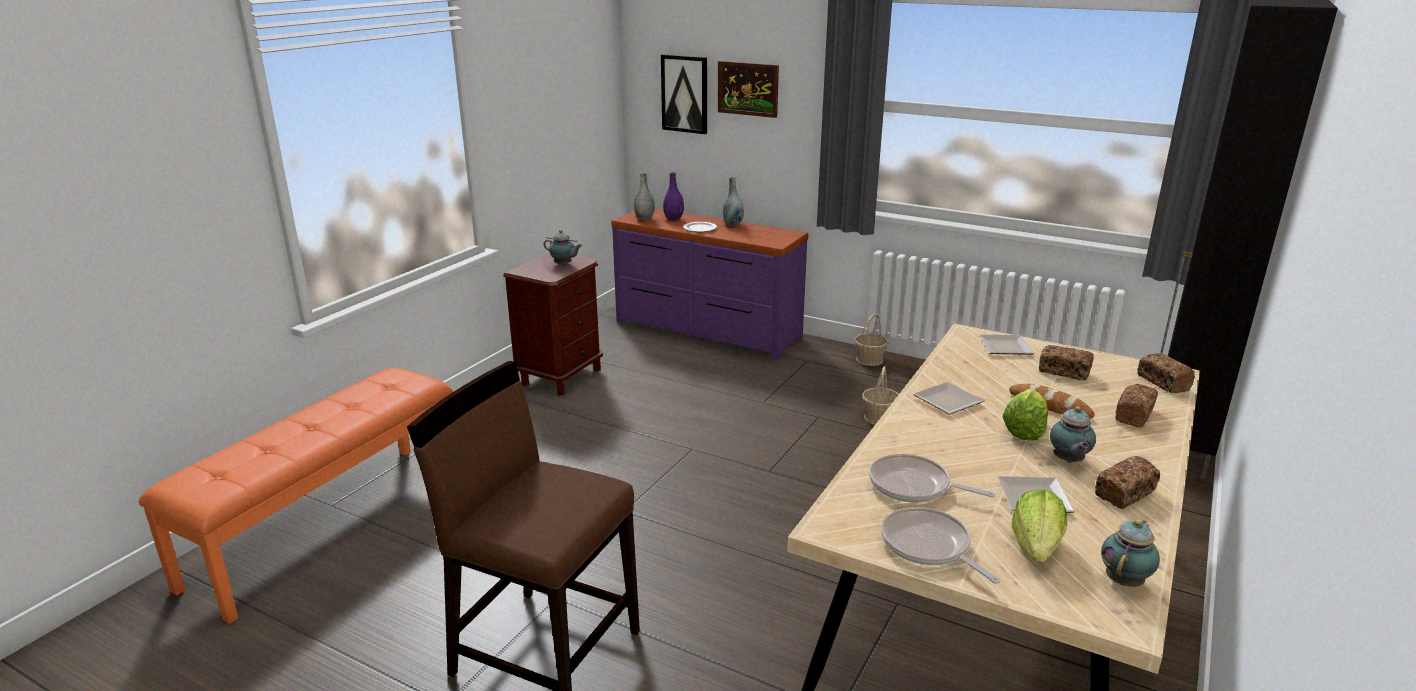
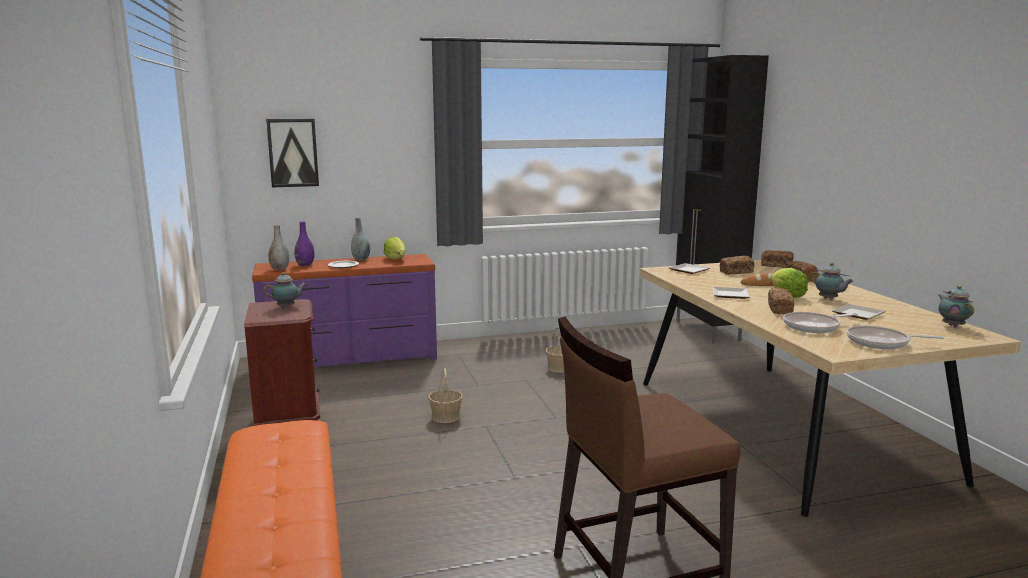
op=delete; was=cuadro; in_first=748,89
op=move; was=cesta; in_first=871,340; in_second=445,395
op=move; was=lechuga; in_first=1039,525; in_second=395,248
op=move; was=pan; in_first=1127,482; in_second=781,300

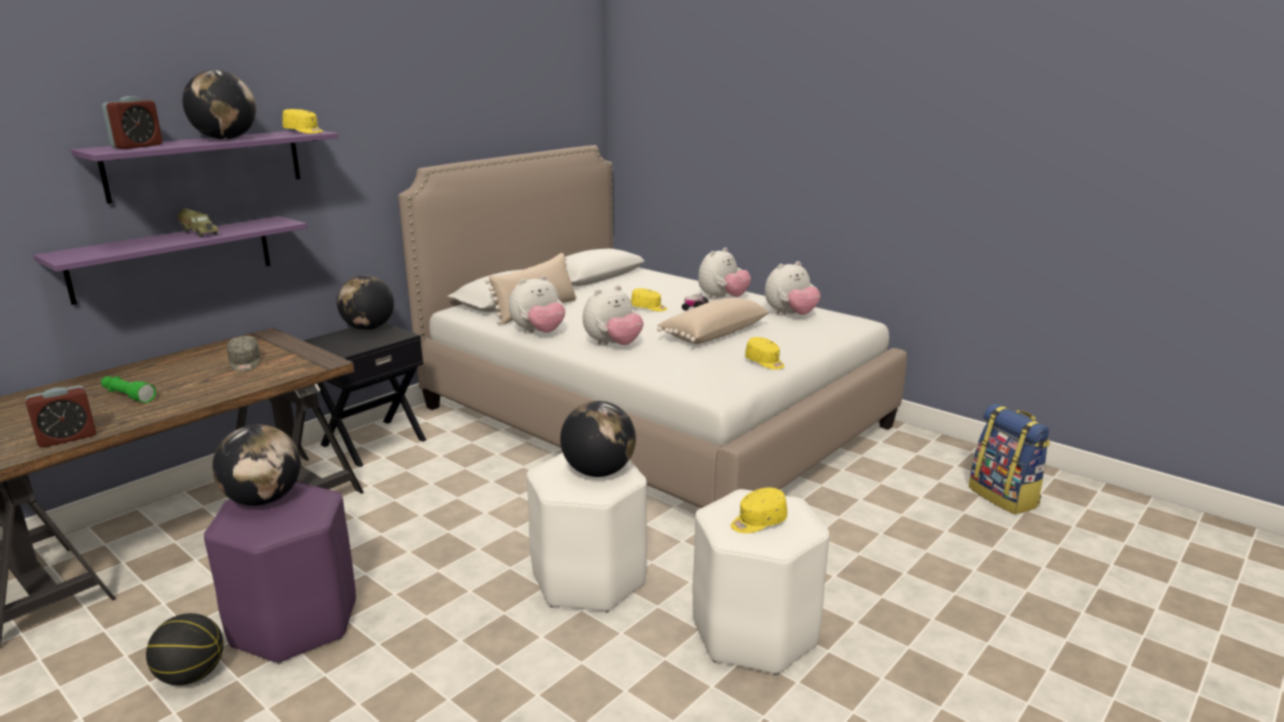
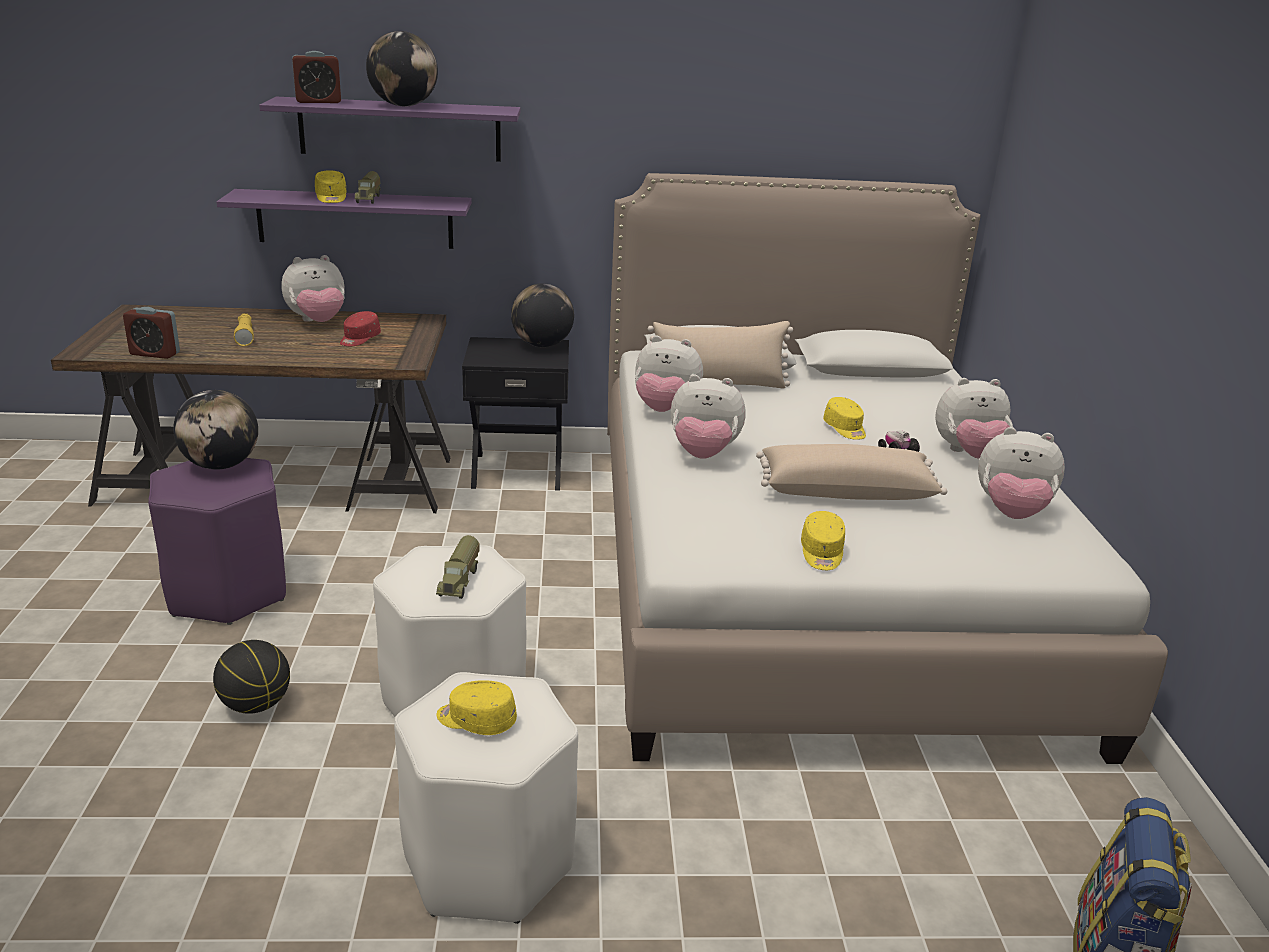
op=recolor; was=linterna (verde); now=linterna (amarillo); in_first=128,389; in_second=244,329
op=move; was=balón de baloncesto; in_first=184,649; in_second=251,677
op=recolor; was=gorra (gris); now=gorra (rojo); in_first=244,354; in_second=360,328
op=move; was=gorra (amarillo); in_first=303,121; in_second=331,186
op=replace; was=globo terráqueo; now=camión de juguete; in_first=598,439; in_second=458,567
op=insert; now=peluche; in_second=313,288

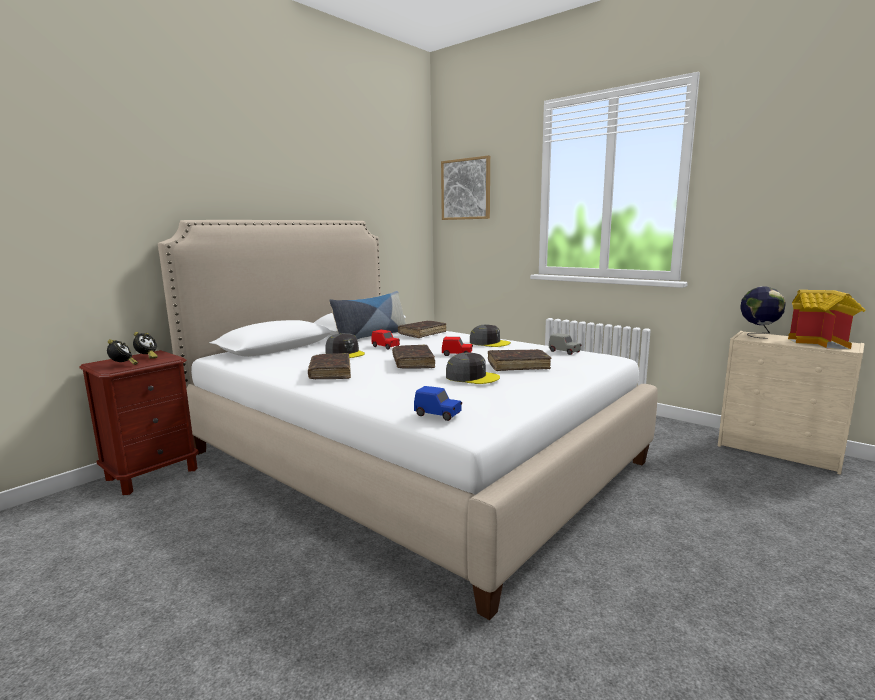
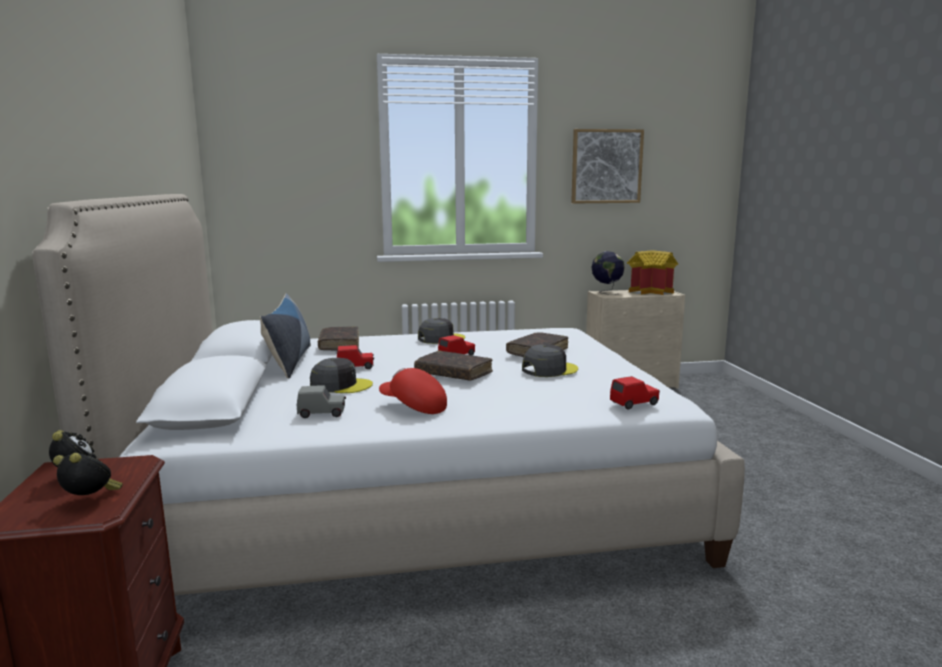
op=replace; was=libro (marrón); now=gorra (rojo); in_first=329,366; in_second=413,391
op=recolor; was=coche de juguete (azul); now=coche de juguete (rojo); in_first=438,403; in_second=635,392
op=move; was=cuadro; in_first=465,188; in_second=607,166
op=move; was=coche de juguete (gris); in_first=565,344; in_second=321,401

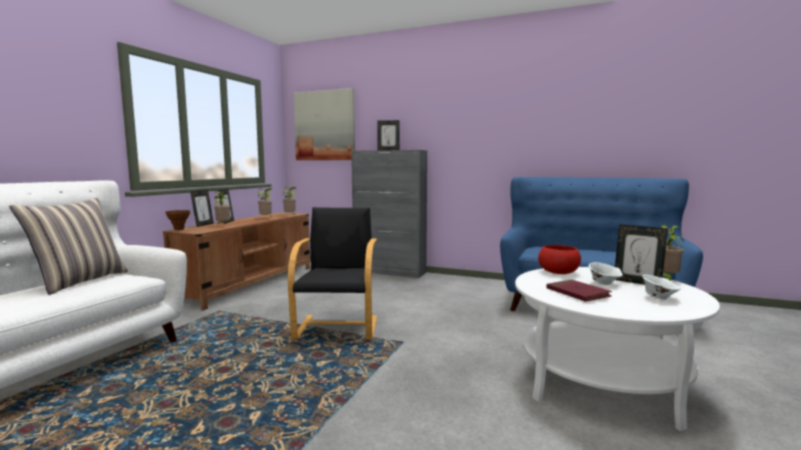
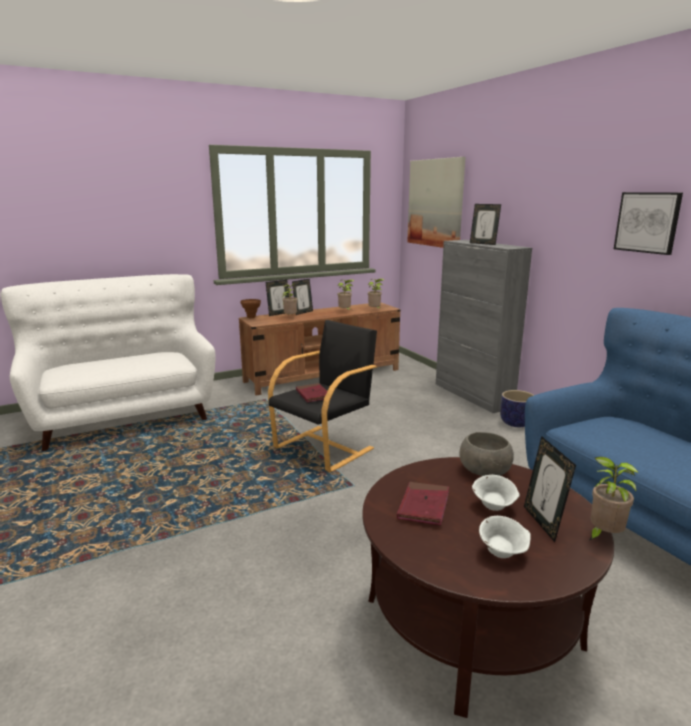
op=delete; was=cojín; in_first=68,246
op=recolor; was=mesa de centro (blanco); now=mesa de centro (marrón); in_first=617,349; in_second=488,587
op=recolor; was=cuenco (rojo); now=cuenco (gris); in_first=559,259; in_second=486,454
op=insert; now=libro (rojo); in_second=311,392
op=insert; now=maceta; in_second=517,408
op=insert; now=cuadro; in_second=648,223

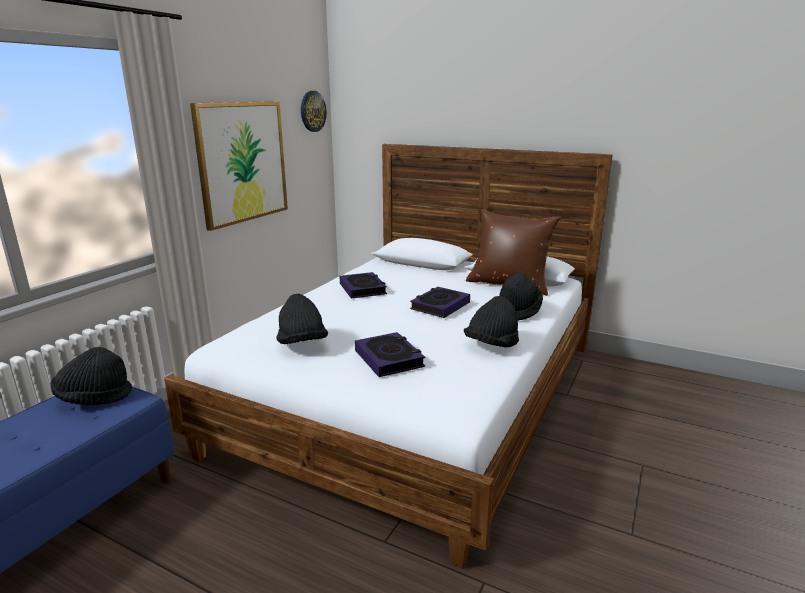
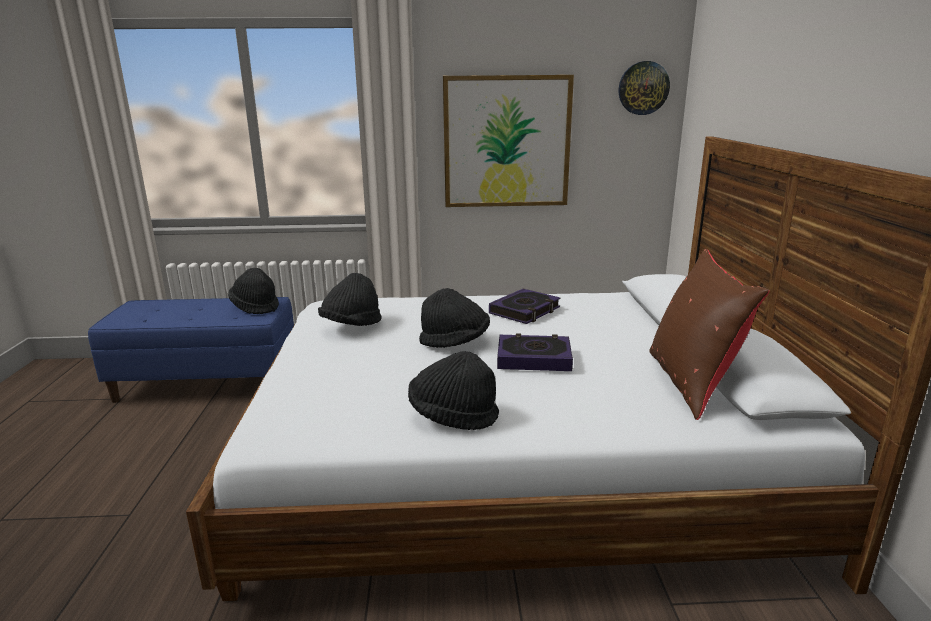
op=delete; was=libro; in_first=390,354
op=move; was=sombrero (negro); in_first=521,296; in_second=454,318

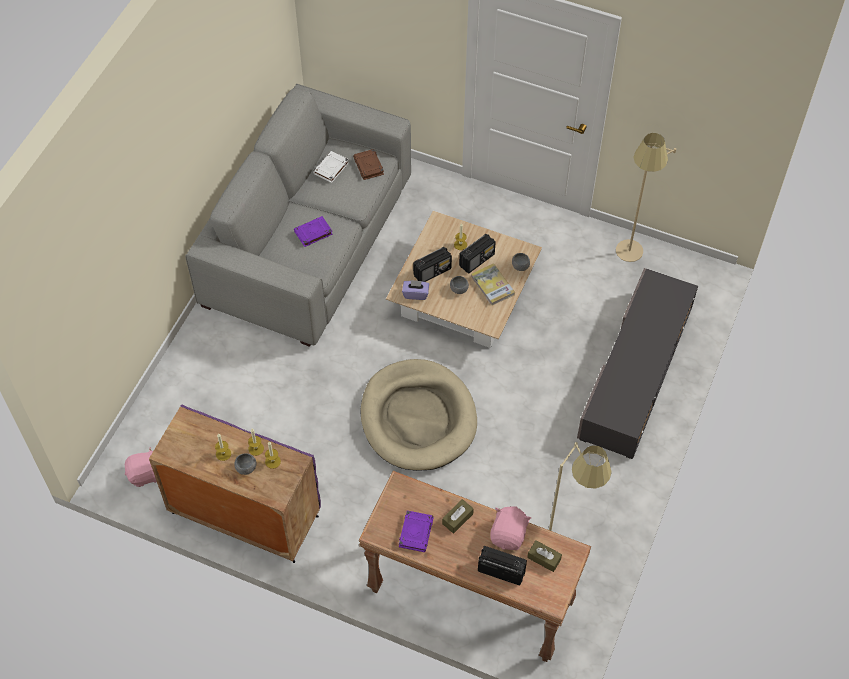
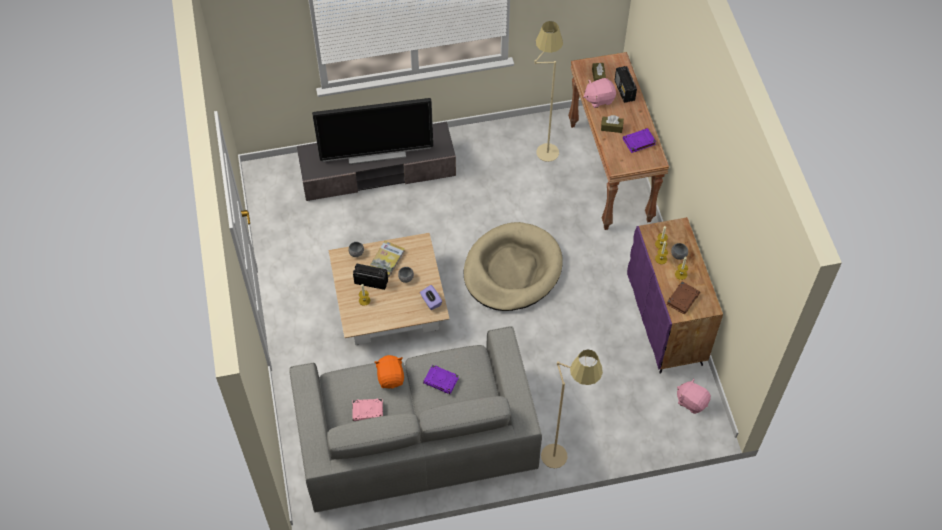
op=recolor; was=libro (blanco); now=libro (rosa); in_first=331,167; in_second=368,410
op=move; was=libro (marrón); in_first=368,164; in_second=683,297
op=delete; was=radio; in_first=432,264
op=move; was=lámpara de pie (beis); in_first=646,197; in_second=572,408
op=insert; now=televisor; in_second=372,131
op=insert; now=peluche (naranja); in_second=389,372

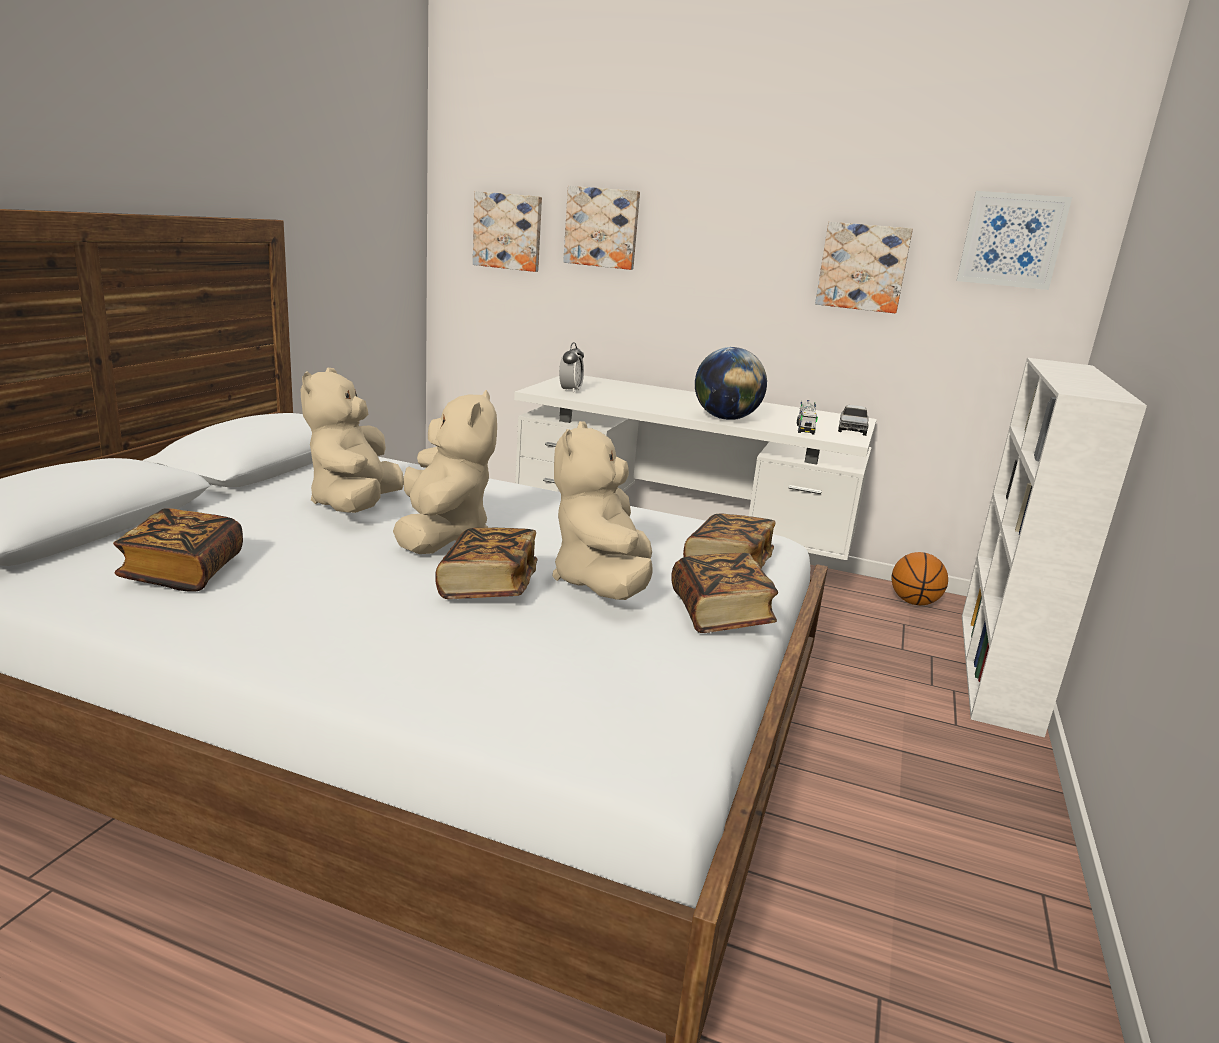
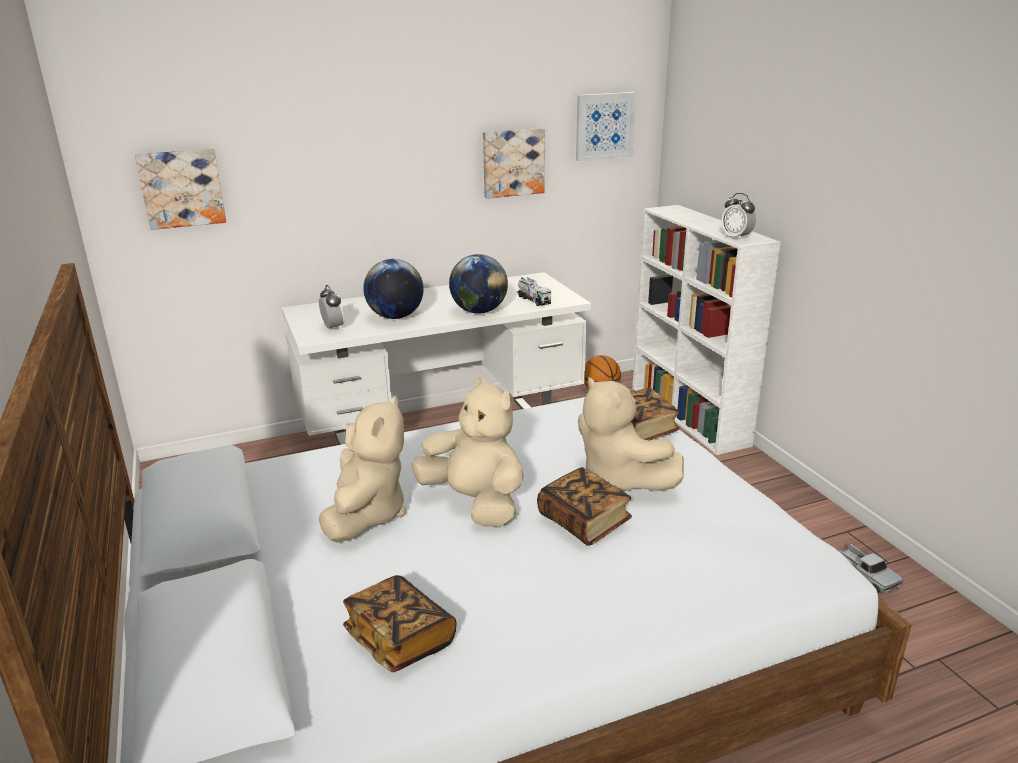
op=rotate; was=peluche (beis); in_first=352,440; in_second=362,469; clockwise=-135
op=delete; was=cuadro; in_first=601,228
op=delete; was=libro; in_first=724,593
op=move; was=camión de juguete; in_first=853,420; in_second=870,568
op=insert; now=globo terráqueo; in_second=393,289
op=insert; now=despertador; in_second=738,216

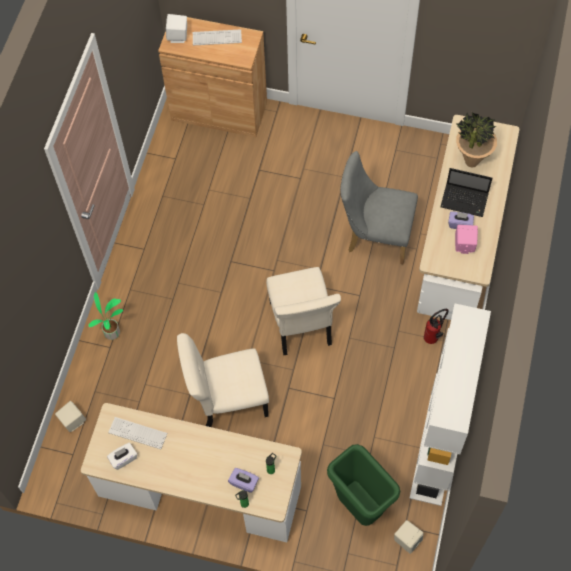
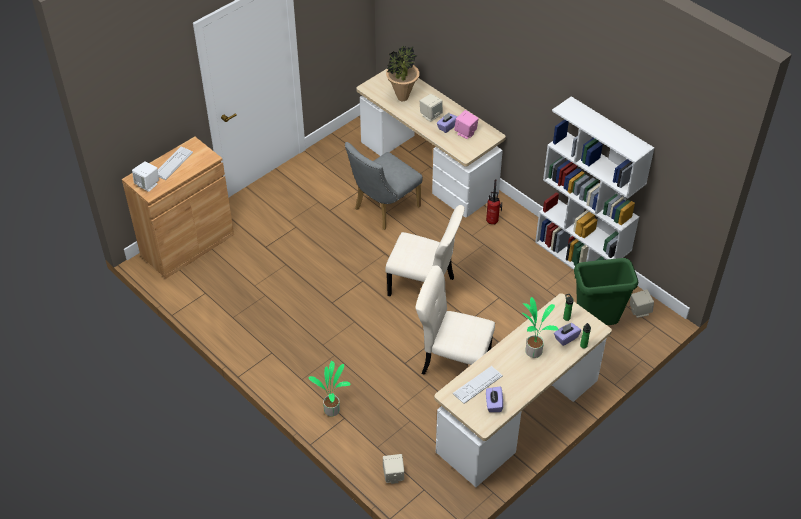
op=recolor; was=caja de pañuelos (blanco); now=caja de pañuelos (morado); in_first=122,456; in_second=494,399
op=rotate; was=silla (beis); in_first=223,380; in_second=455,320; clockwise=90
op=replace; was=portátil; now=altavoz (beis); in_first=466,192; in_second=431,108
op=insert; now=planta en maceta; in_second=540,327

